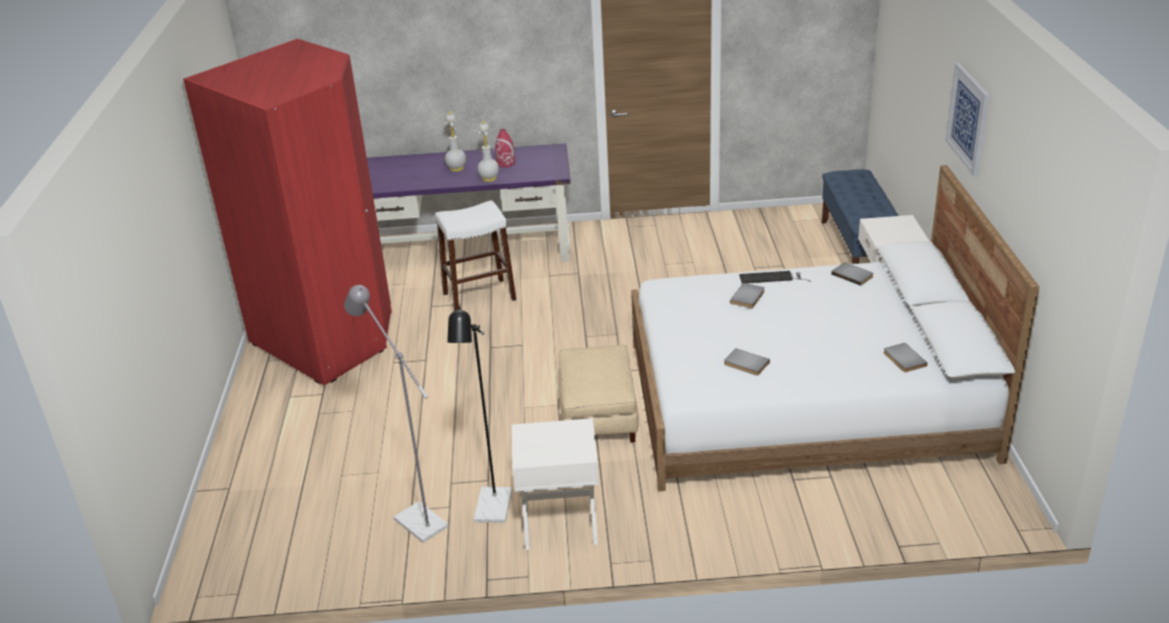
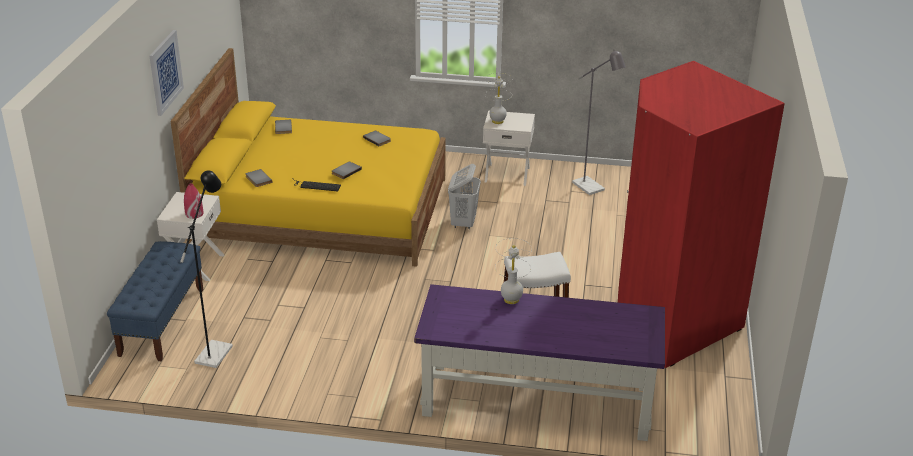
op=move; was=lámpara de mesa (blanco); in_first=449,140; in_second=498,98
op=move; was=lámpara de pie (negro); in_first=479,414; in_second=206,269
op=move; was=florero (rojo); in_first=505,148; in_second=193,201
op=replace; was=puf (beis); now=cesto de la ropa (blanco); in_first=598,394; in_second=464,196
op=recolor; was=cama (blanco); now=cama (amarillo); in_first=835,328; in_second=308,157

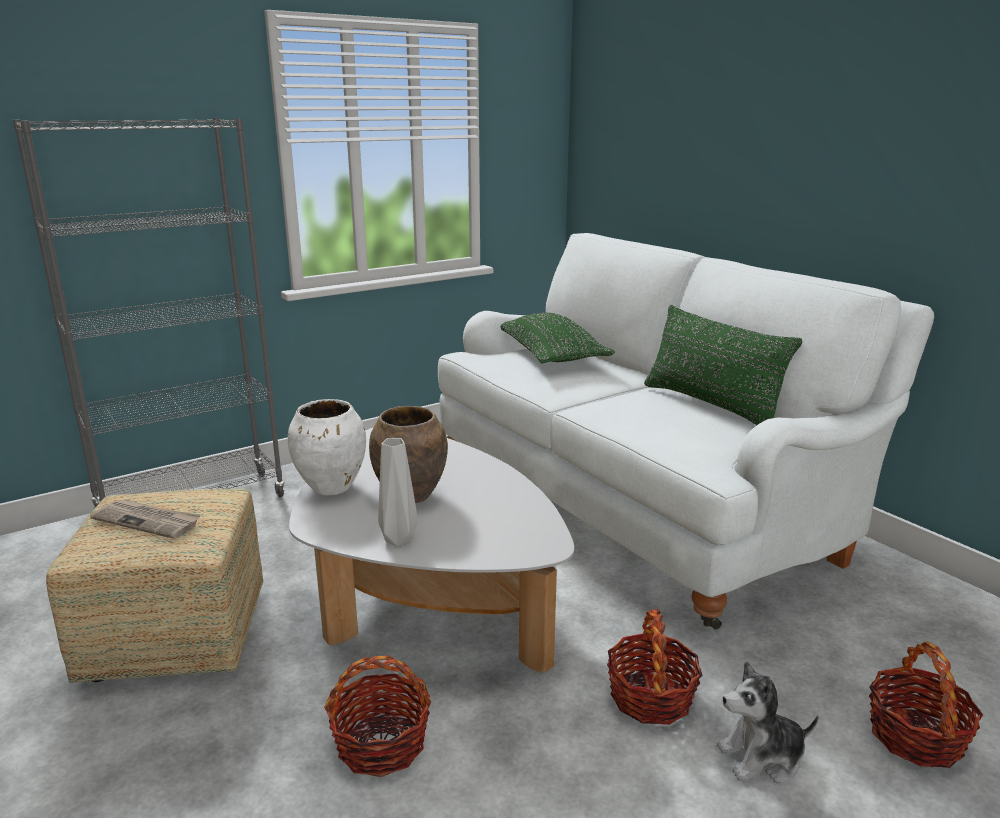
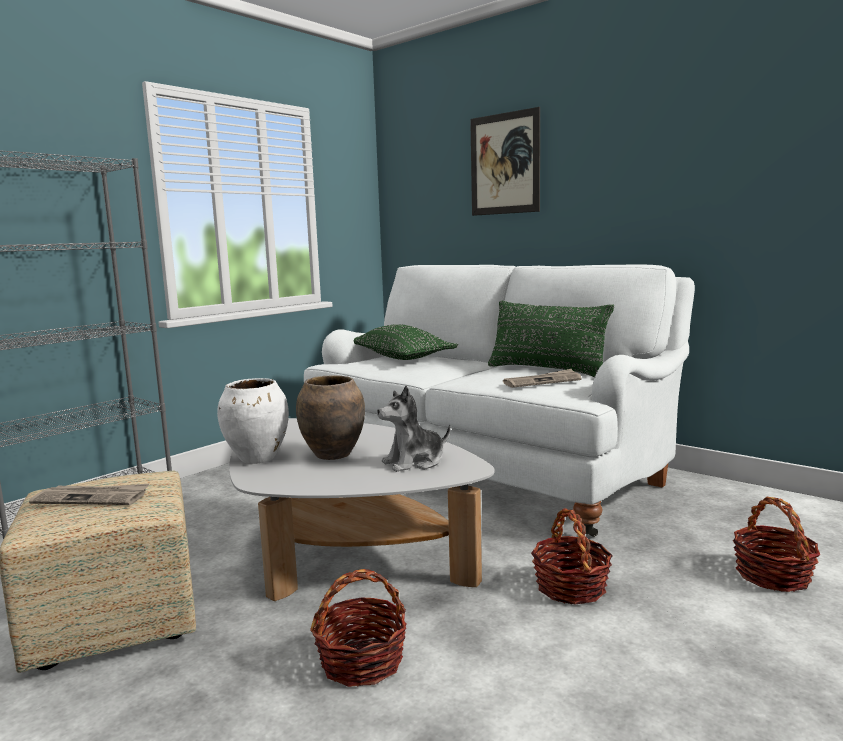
op=delete; was=florero (gris); in_first=398,492
op=move; was=peluche; in_first=768,722; in_second=414,429
op=insert; now=cuadro; in_second=505,161
op=insert; now=periódico; in_second=542,378

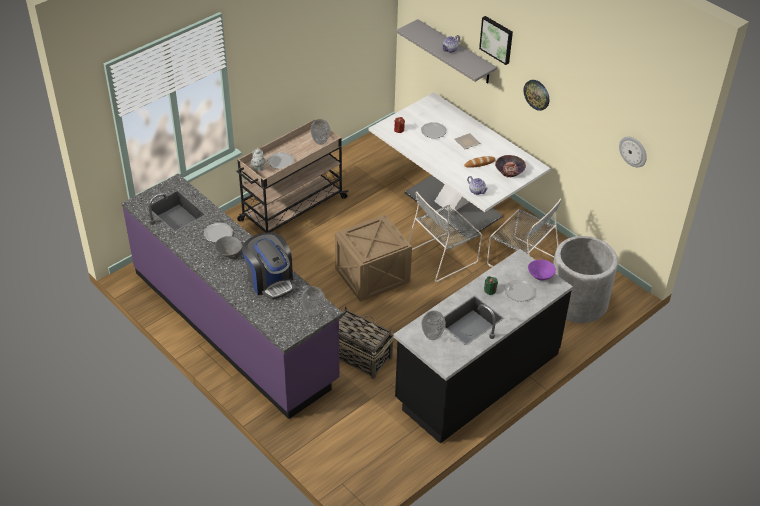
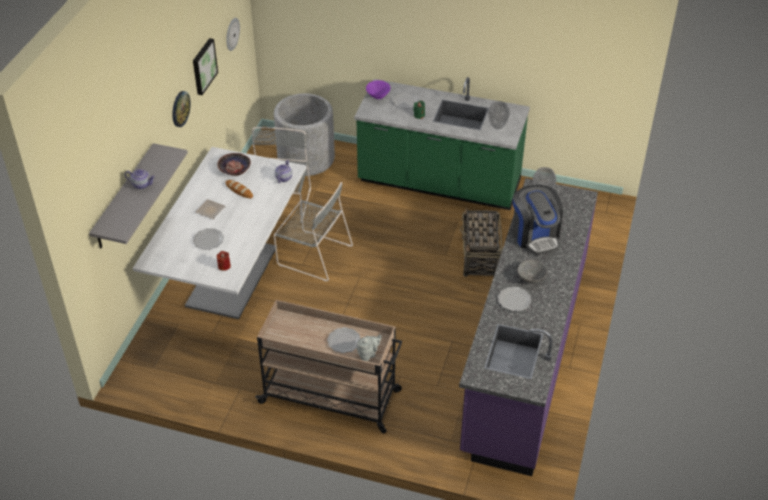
op=rotate; was=cafetera; in_first=268,266; in_second=538,220; clockwise=135
op=delete; was=florero; in_first=320,132
op=delete; was=caja de embalaje; in_first=373,258
op=recolor; was=mueble bajo de cocina (negro); now=mueble bajo de cocina (verde); in_first=483,346; in_second=442,143
op=move; was=cuadro; in_first=496,40; in_second=205,66

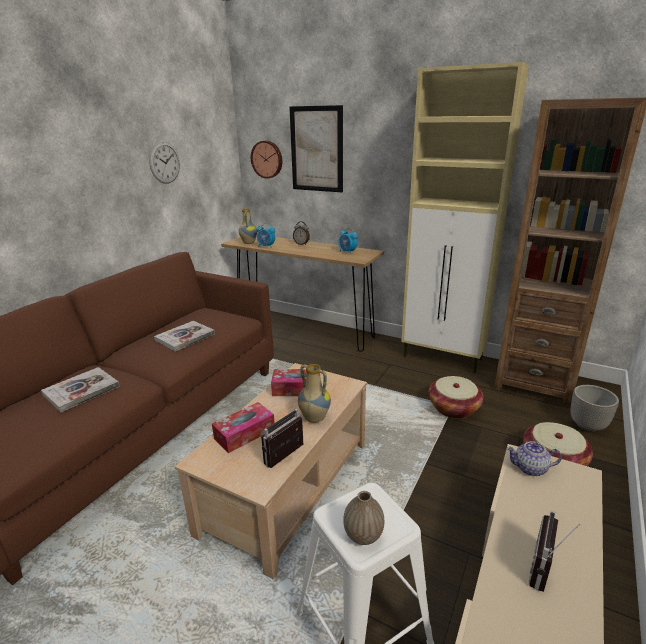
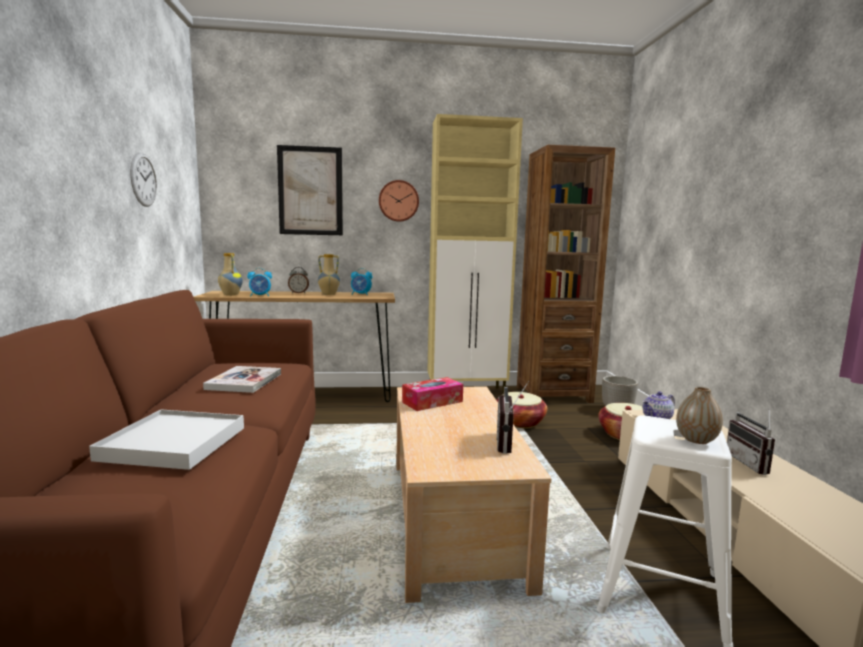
op=replace; was=libro; now=bandeja (blanco); in_first=80,389; in_second=166,439
op=delete; was=caja de pañuelos; in_first=243,427
op=move; was=reloj de pared; in_first=266,160; in_second=399,201
op=move; was=florero; in_first=314,393; in_second=329,274

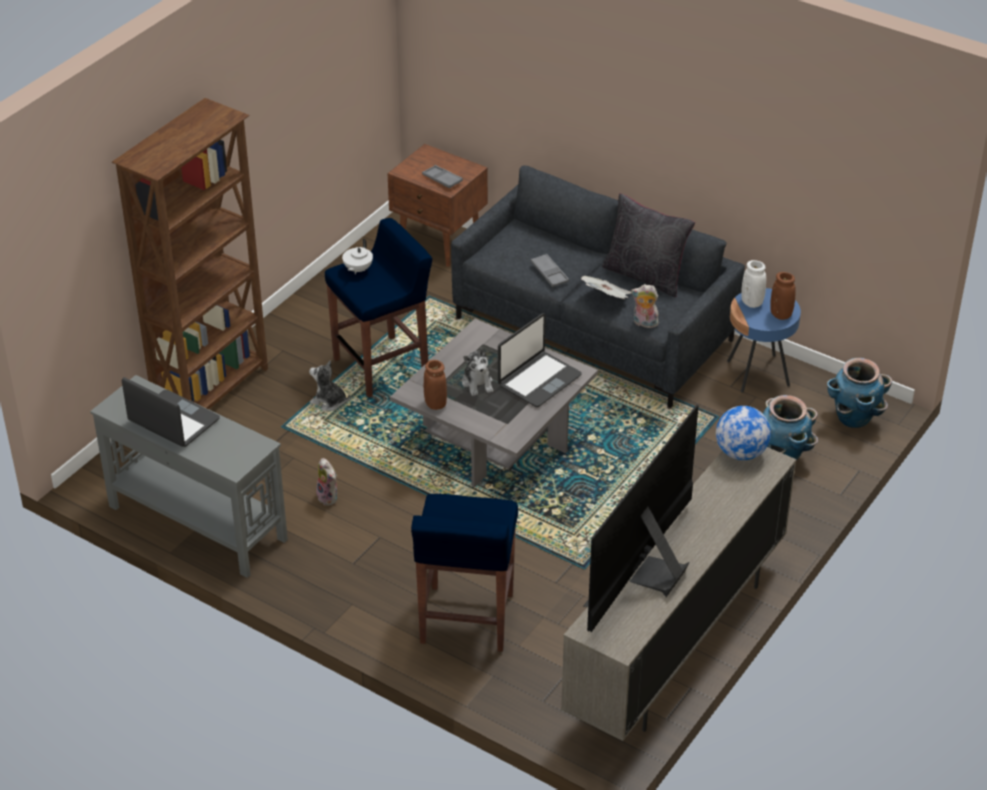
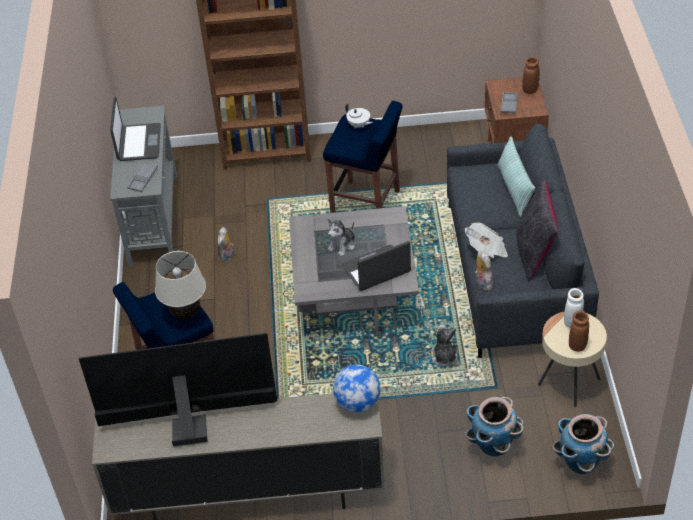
op=move; was=peluche; in_first=329,385; in_second=444,345
op=rotate; was=tetera (blanco); in_first=357,256; in_second=359,116; clockwise=-120
op=move; was=florero (marrón); in_first=435,385; in_second=531,75
op=rotate; was=portátil; in_first=540,360; in_second=376,266; clockwise=150
op=move; was=bandeja (gris); in_first=550,270; in_second=142,177
op=recolor; was=mesa auxiliar (azul); now=mesa auxiliar (beis); in_first=764,340; in_second=572,359
op=insert; now=lámpara de mesa (beis); in_second=180,285
op=insert; now=cojín; in_second=516,176

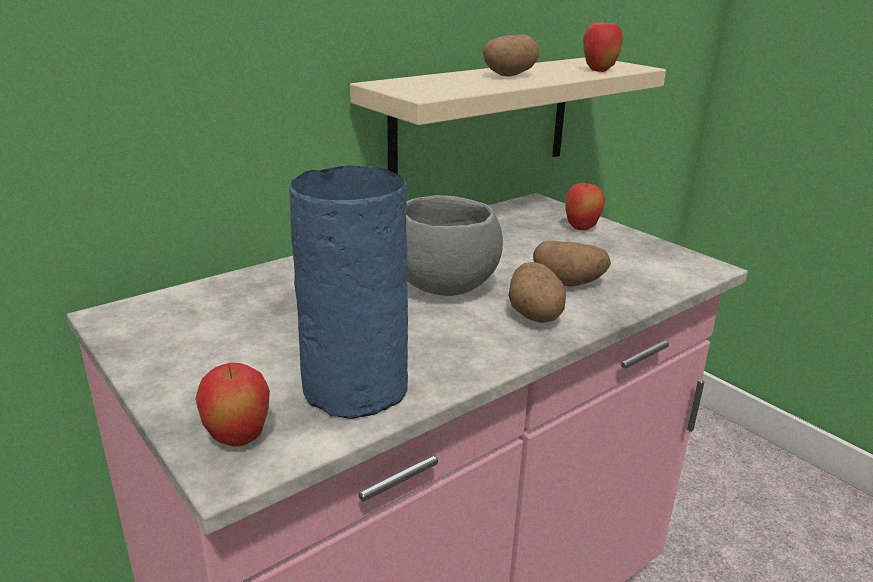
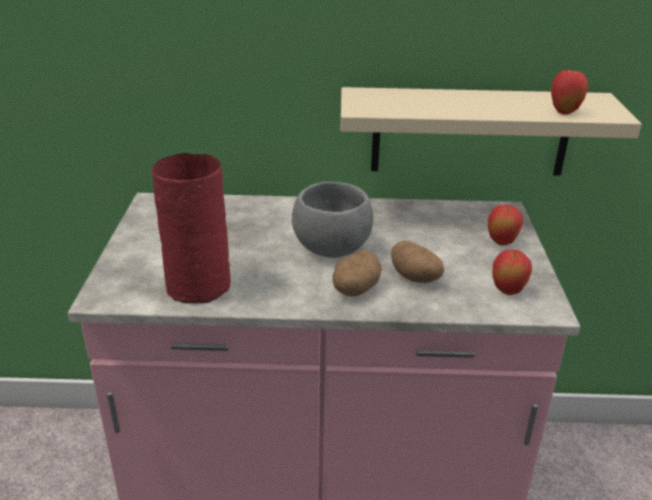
op=move; was=manzana; in_first=232,404; in_second=512,272
op=recolor; was=florero (azul); now=florero (rojo); in_first=348,292; in_second=191,228
op=delete; was=patata; in_first=511,55

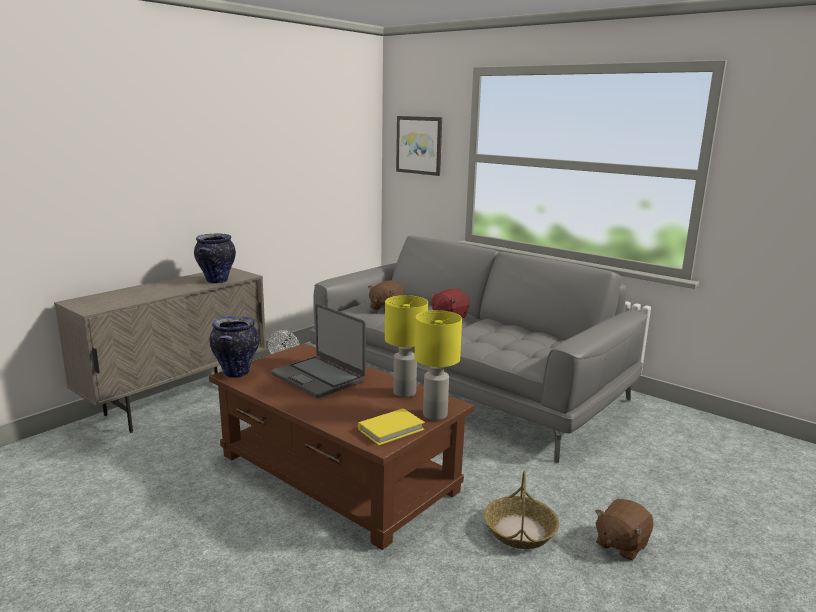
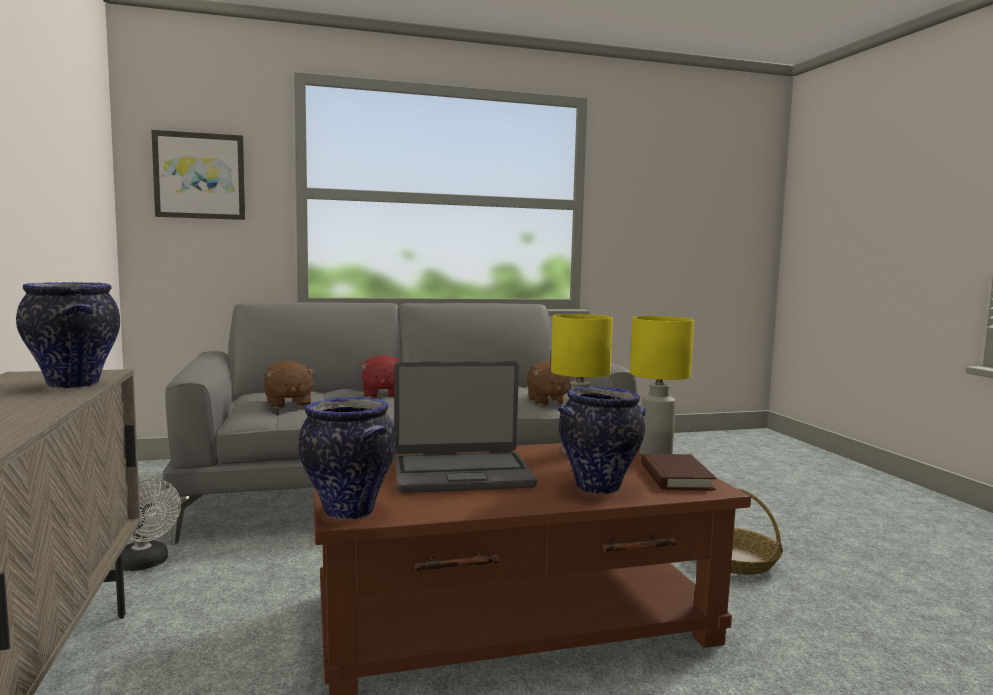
op=recolor; was=libro (amarillo); now=libro (marrón); in_first=391,426; in_second=678,472
op=move; was=peluche (marrón); in_first=624,530; in_second=551,383
op=insert; now=florero; in_second=601,440

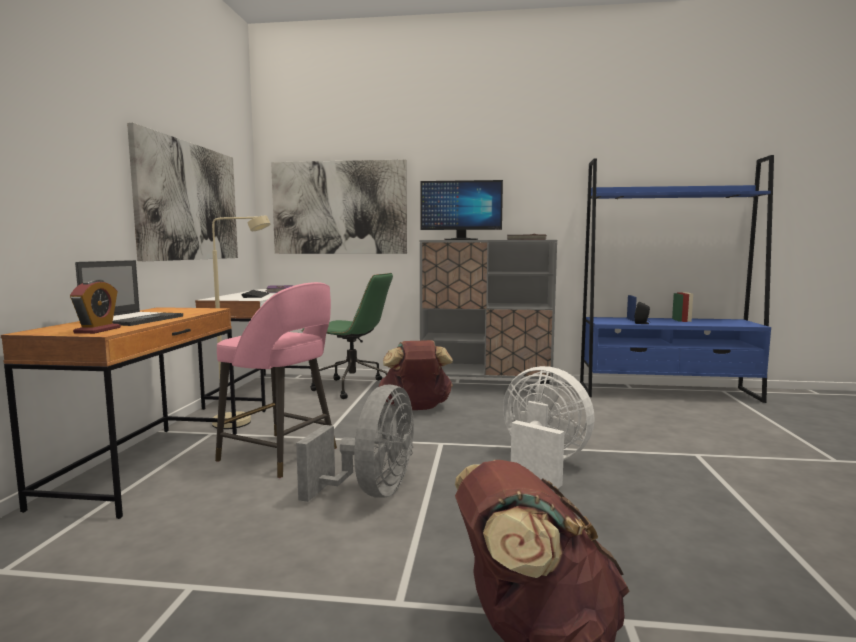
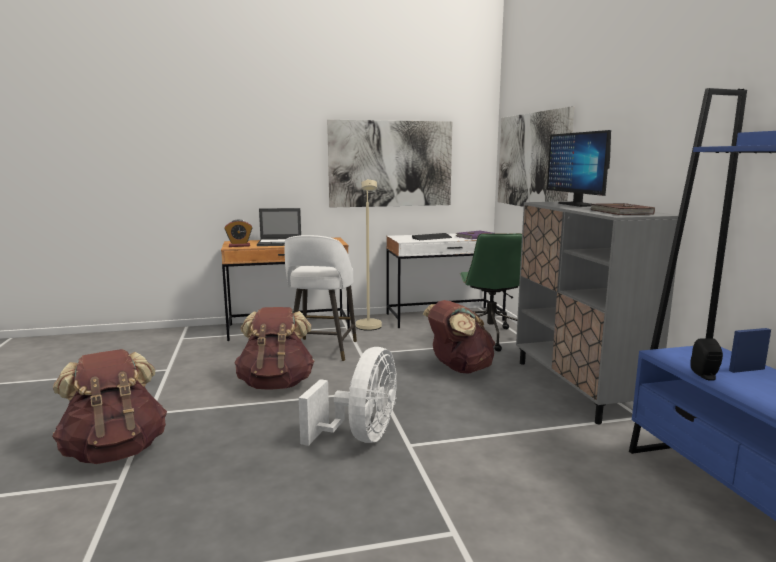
op=recolor; was=taburete (rosa); now=taburete (blanco); in_first=276,380; in_second=321,298
op=replace; was=ventilador (gris); now=mochila (marrón); in_first=355,443; in_second=274,348

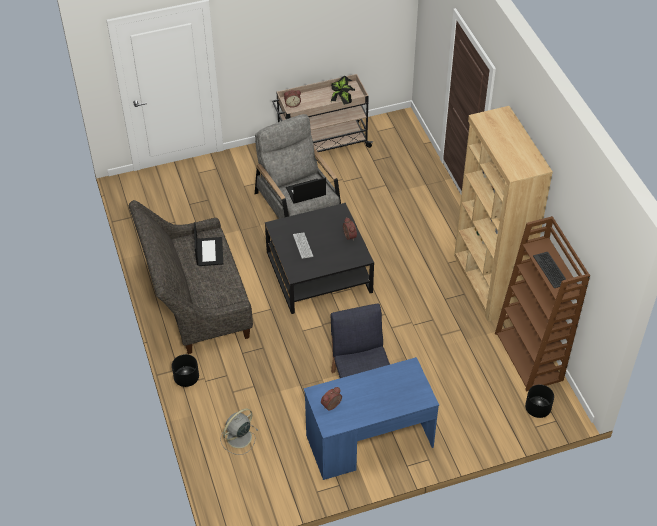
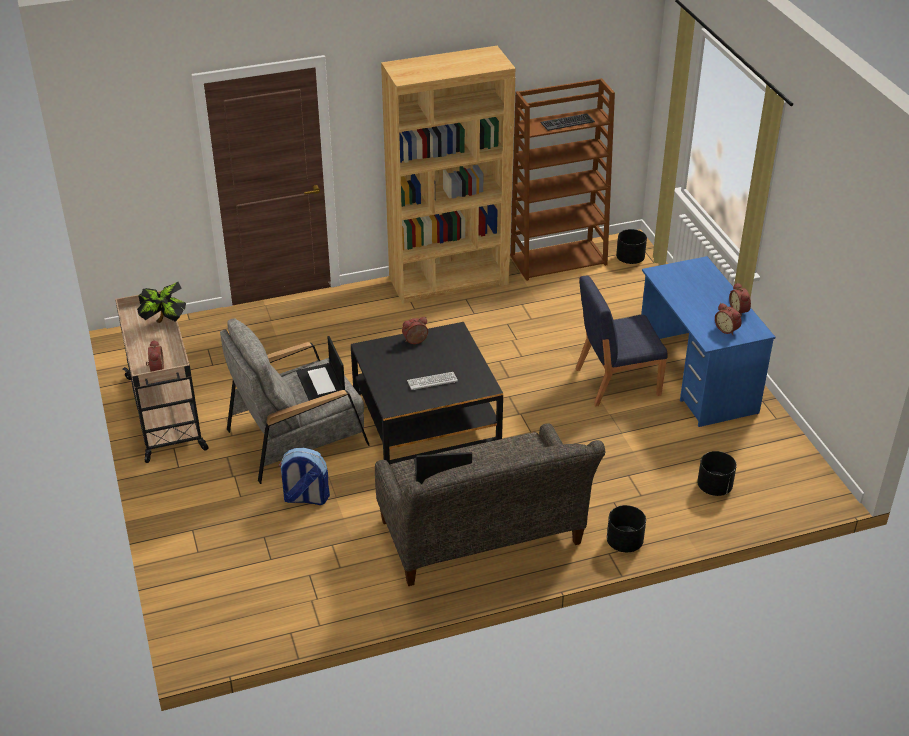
op=replace; was=ventilador (gris); now=maceta (negro); in_first=239,432; in_second=717,473
op=insert; now=mochila; in_second=304,476
op=insert; now=despertador; in_second=740,300

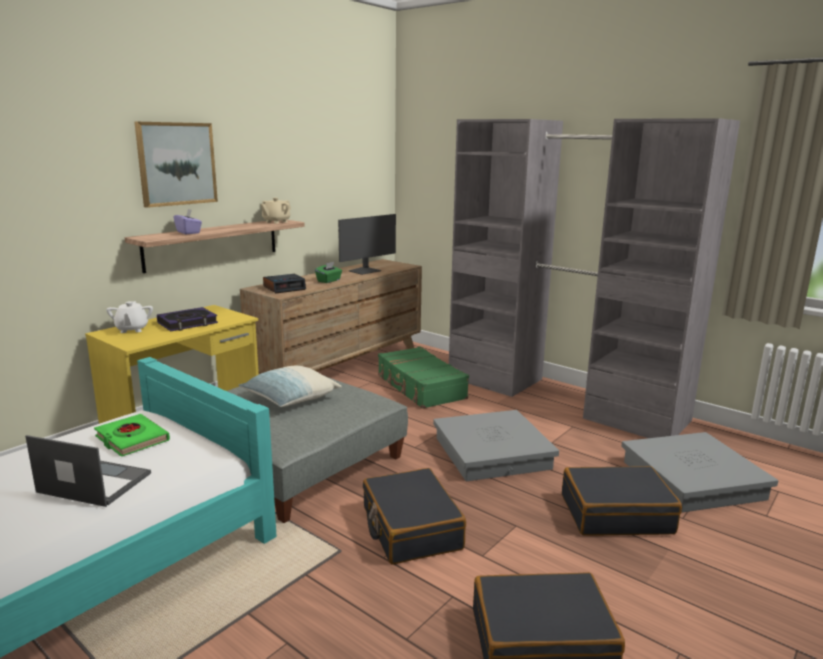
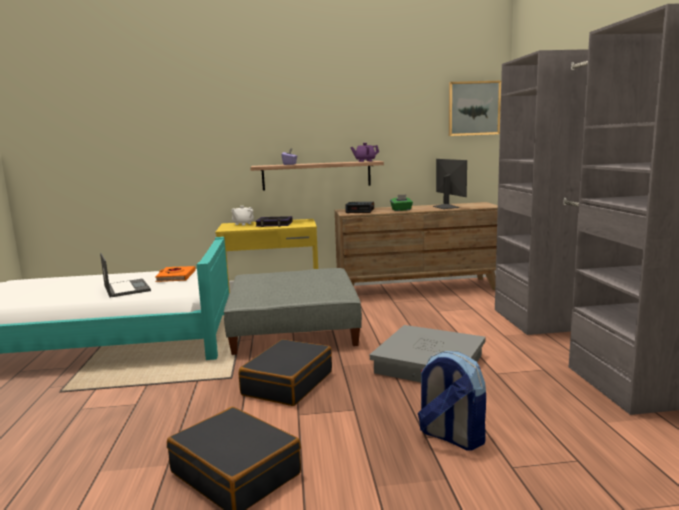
op=recolor; was=libro (verde); now=libro (naranja); in_first=132,435; in_second=175,274
op=move; was=cuadro; in_first=176,165; in_second=475,108
op=delete; was=cojín; in_first=290,386
op=recolor; was=tetera (beis); now=tetera (morado); in_first=276,211; in_second=364,152
op=rotate; was=monitor; in_first=367,244; in_second=450,184; clockwise=-105
op=delete; was=maleta (verde); in_first=423,378
op=replace; was=maleta (negro); now=mochila; in_first=622,501; in_second=452,401
op=delete; was=caja de almacenaje (gris); in_first=699,472

